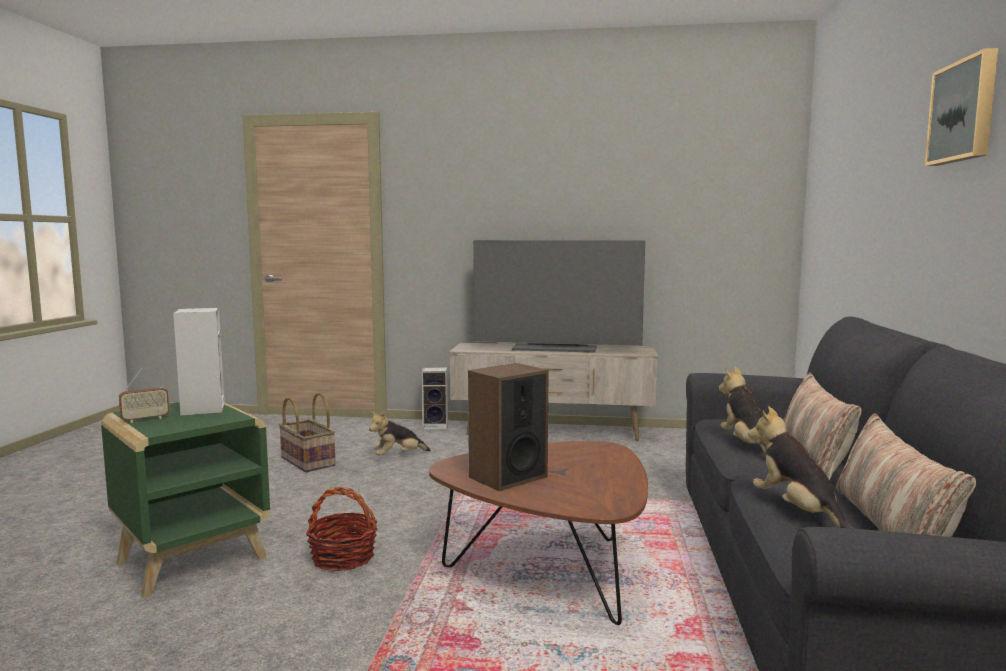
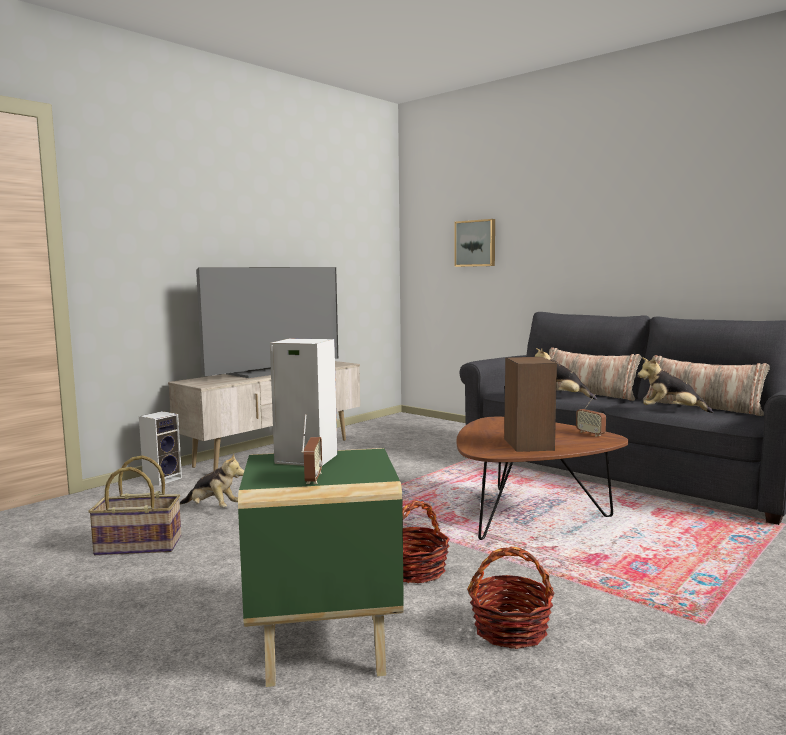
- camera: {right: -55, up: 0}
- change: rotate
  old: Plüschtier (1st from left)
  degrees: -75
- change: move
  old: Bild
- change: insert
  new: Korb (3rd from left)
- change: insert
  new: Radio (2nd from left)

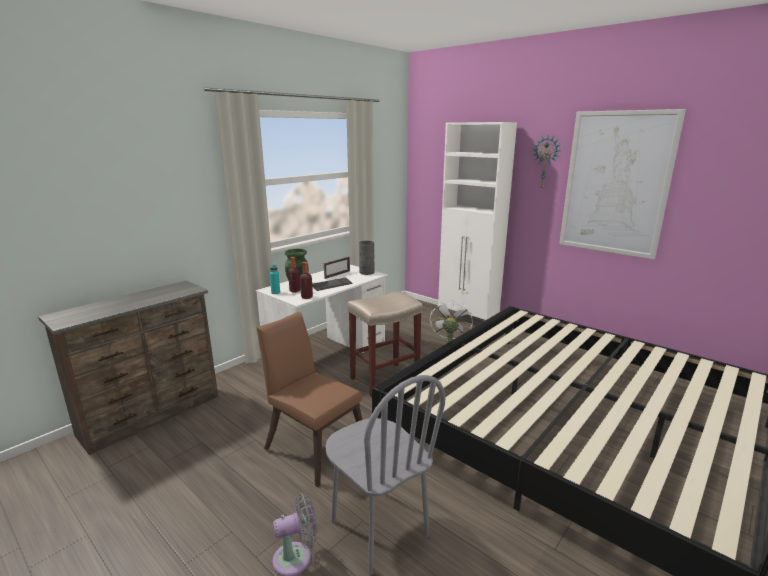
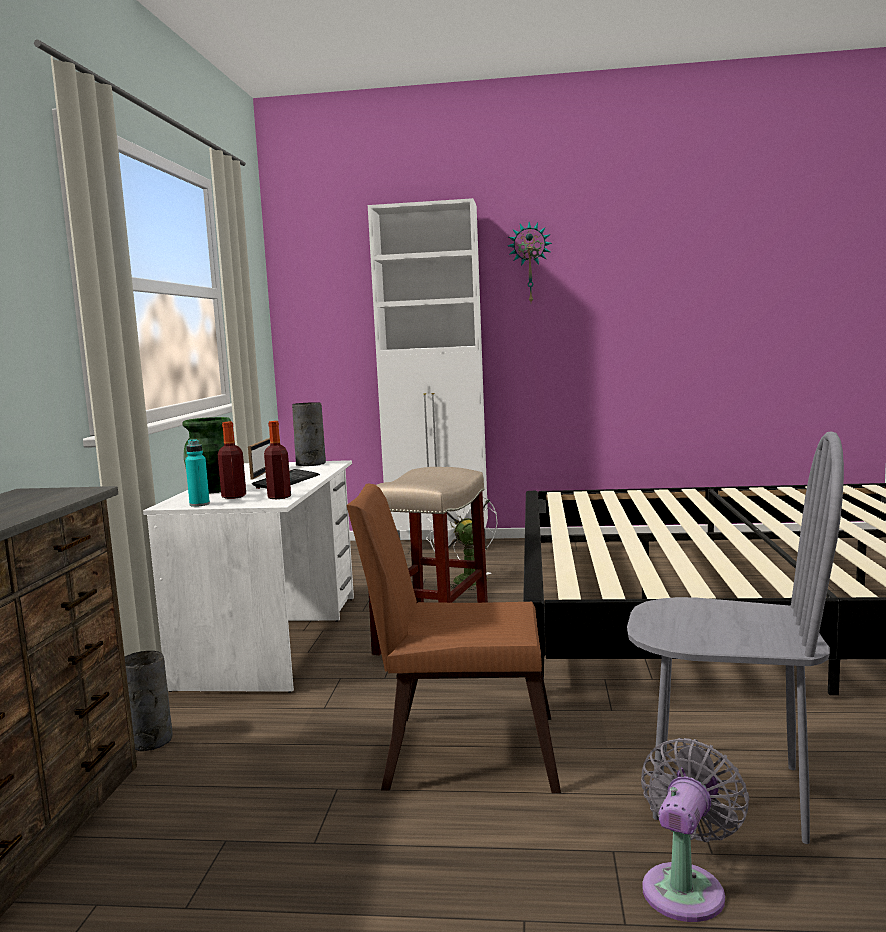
- camera: {right: -35, up: -10}
- change: delete
  old: Bild
- change: insert
  new: Vase/grau (1st from left)

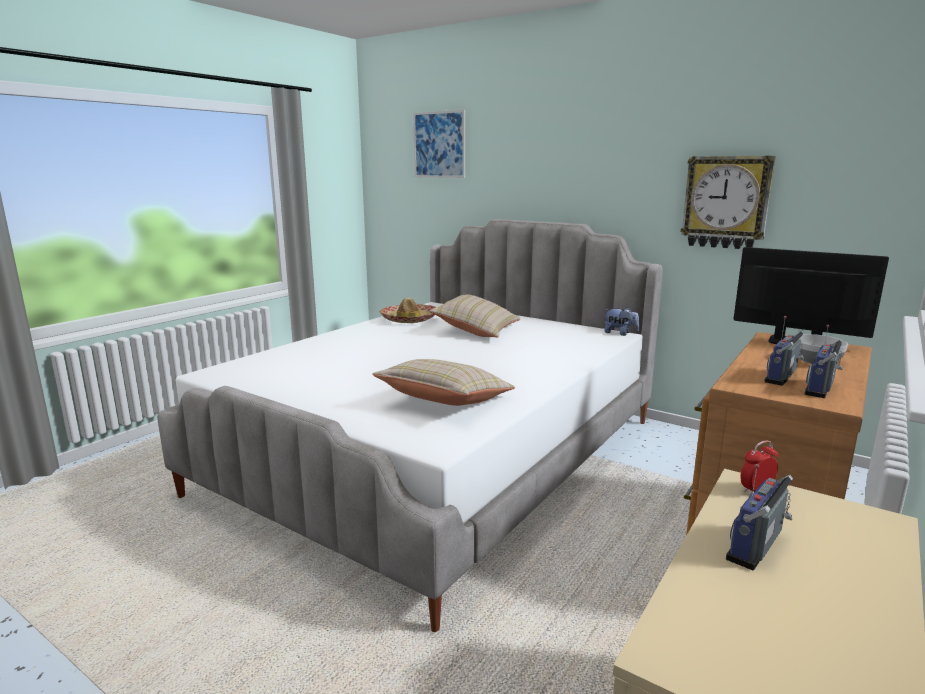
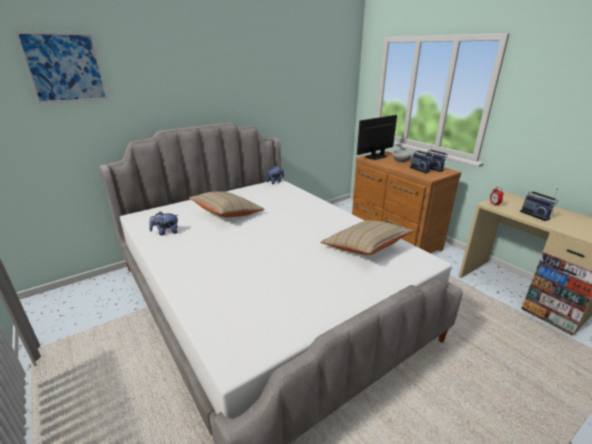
- camera: {right: -70, up: 10}
- change: replace
  old: Hut
  new: Plüschtier (1st from left)
- change: delete
  old: Wanduhr

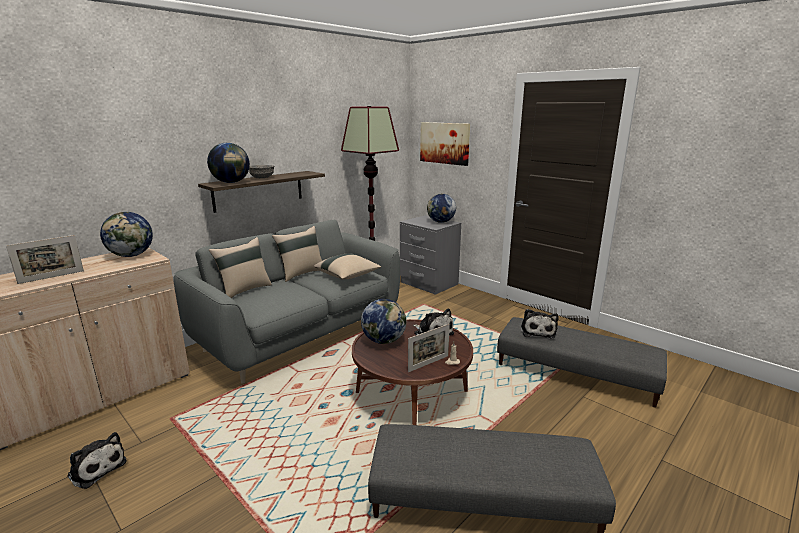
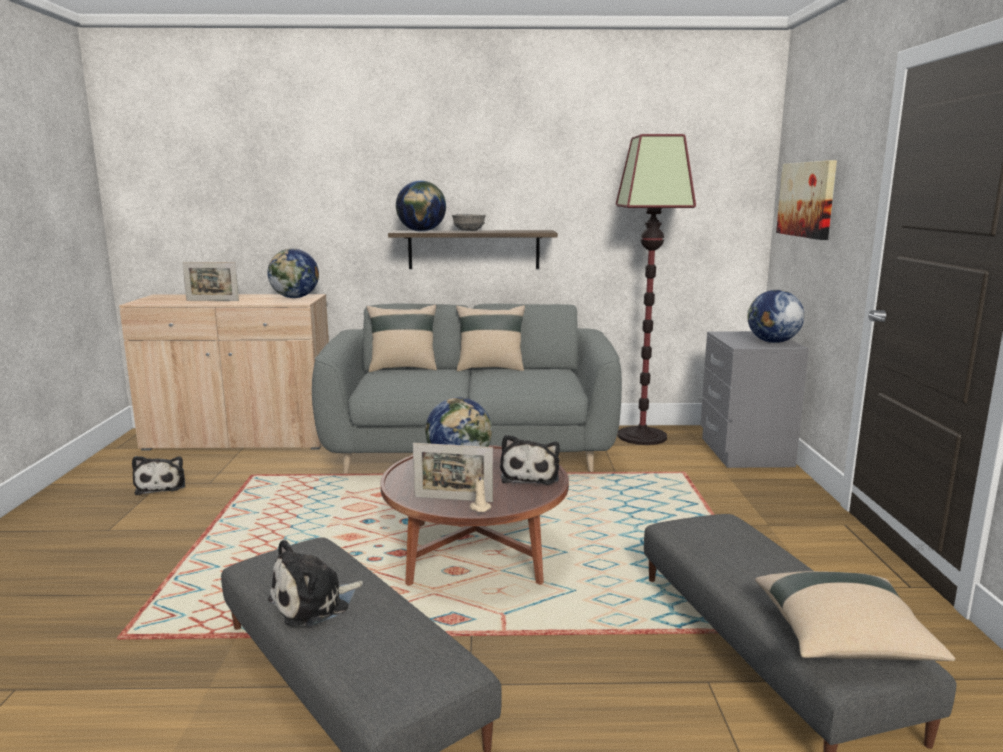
- camera: {right: 45, up: -5}
- change: move
  old: Kissen/beige (3rd from left)
- change: move
  old: Plüschtier (3rd from left in the first image)
  new: Plüschtier (2nd from left)

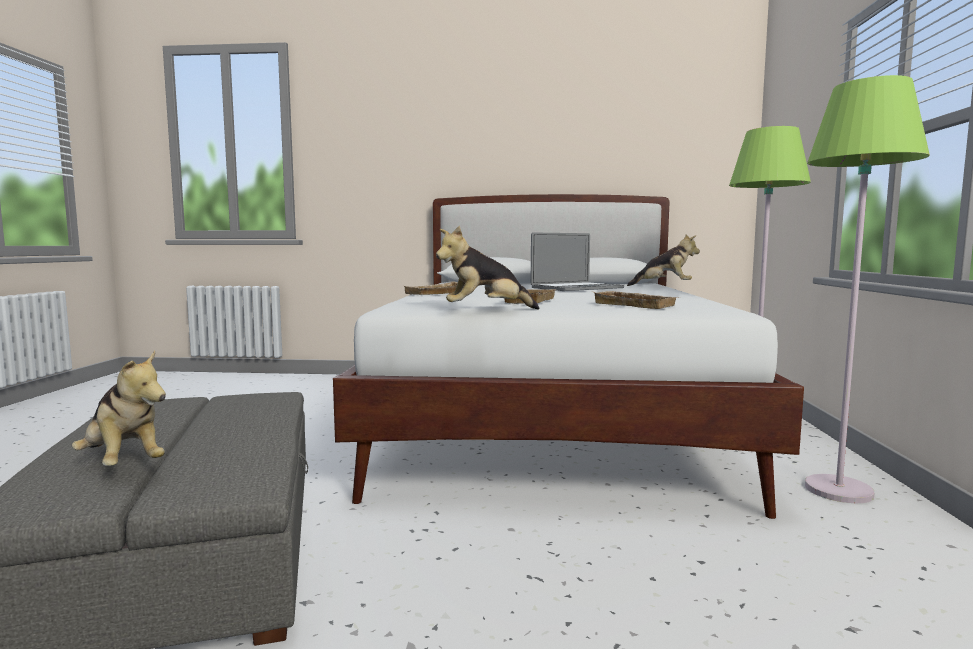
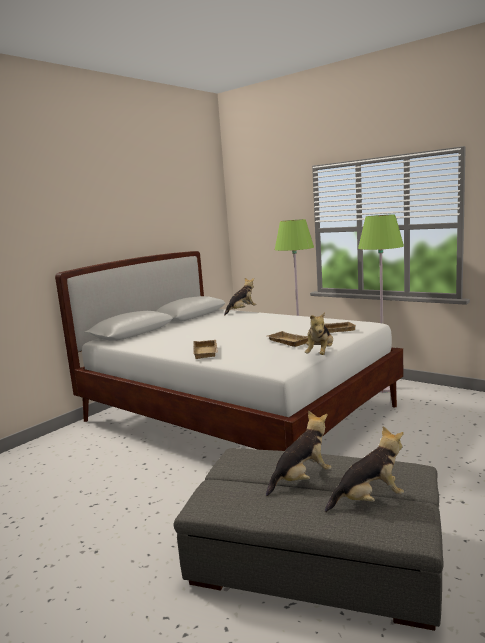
- camera: {right: -55, up: 5}
- change: delete
  old: Laptop
- change: insert
  new: Plüschtier (2nd from left)

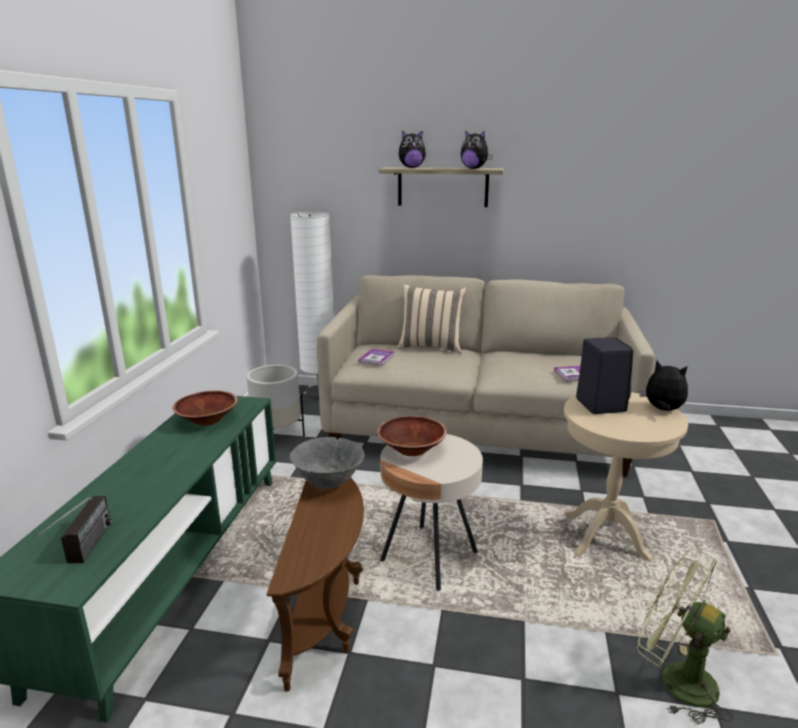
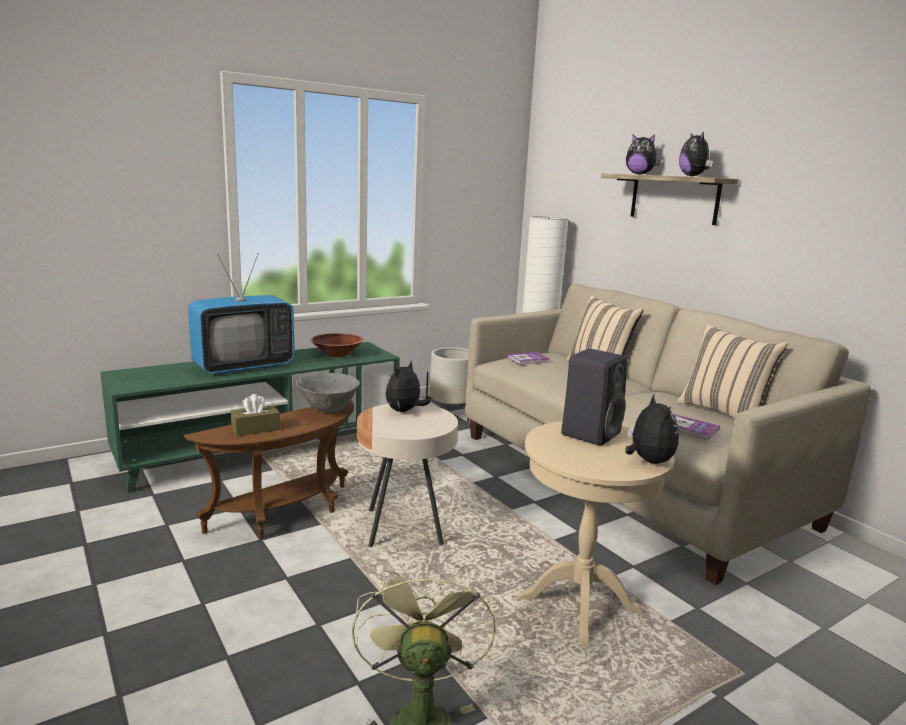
- camera: {right: 45, up: -5}
- change: delete
  old: Radio
- change: replace
  old: Schüssel/braun (2nd from left)
  new: Plüschtier (1st from left)
- change: insert
  new: Fernseher
- change: insert
  new: Taschentuchbox/braun
- change: insert
  new: Kissen/beige (2nd from left)

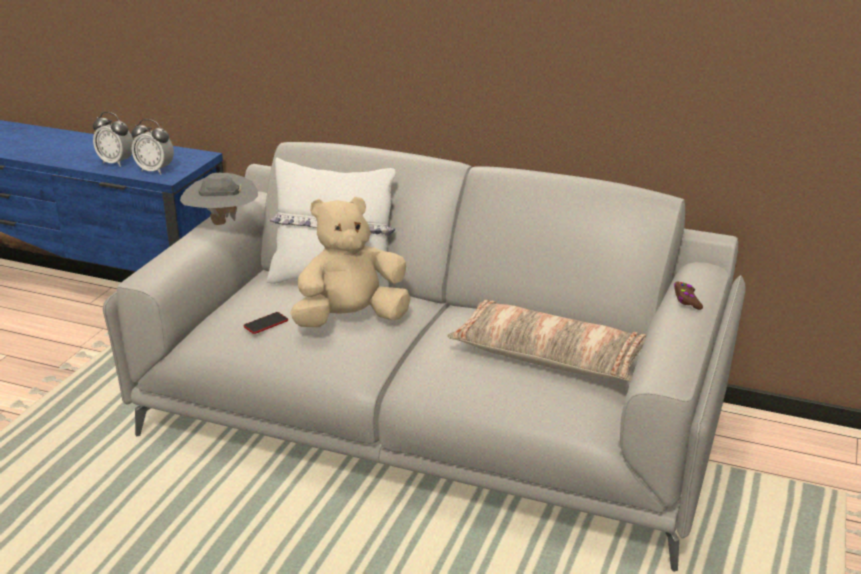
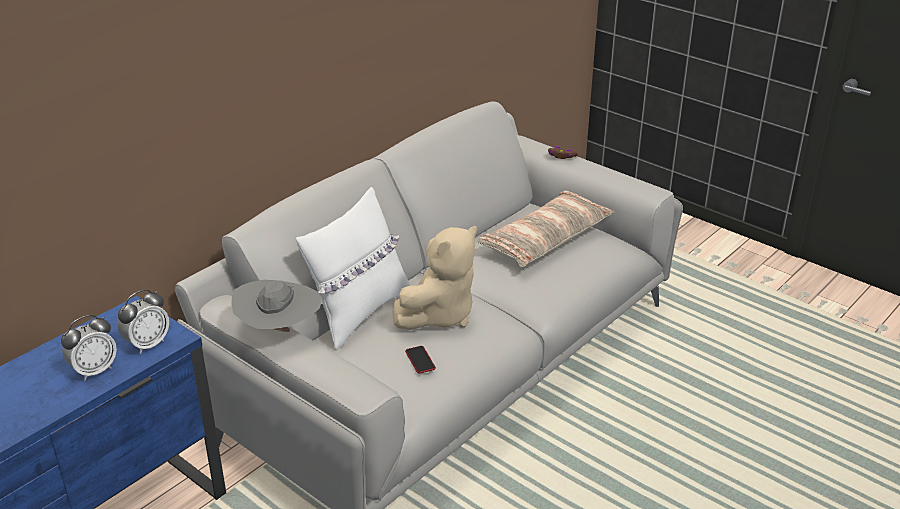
- camera: {right: -70, up: 5}
- change: rotate
  old: Plüschtier/beige
  degrees: -135

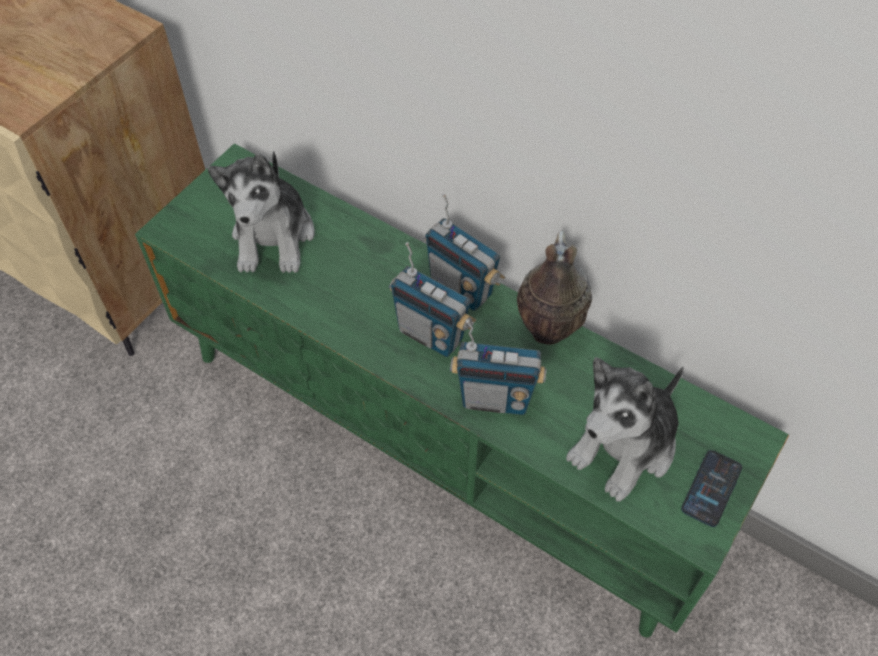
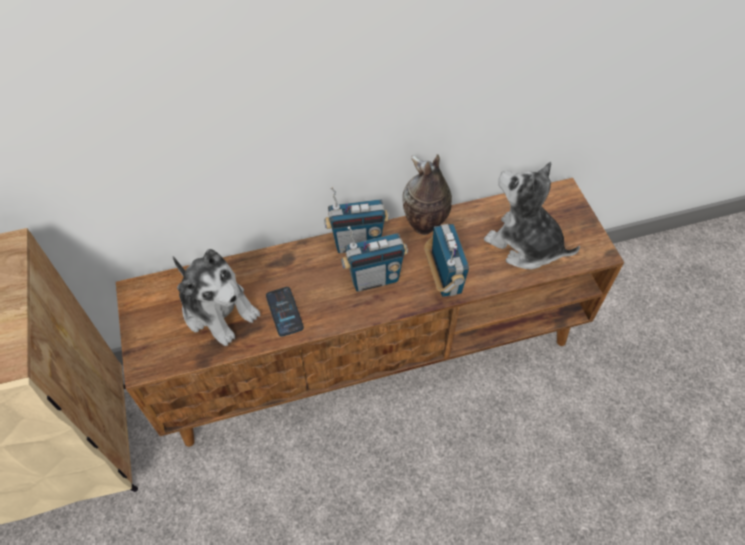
- camera: {right: -50, up: 0}
- change: recolor
  old: Fernsehschrank/grün
  new: Fernsehschrank/braun
- change: rotate
  old: Radio (3rd from left)
  degrees: -60
- change: rotate
  old: Plüschtier (2nd from left)
  degrees: 135
- change: move
  old: Handy

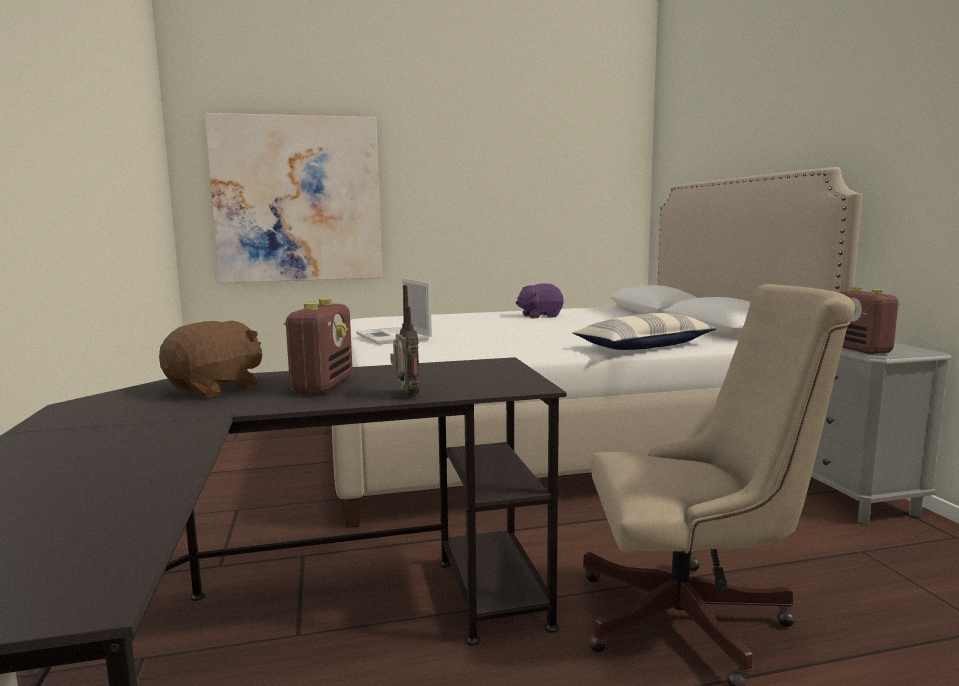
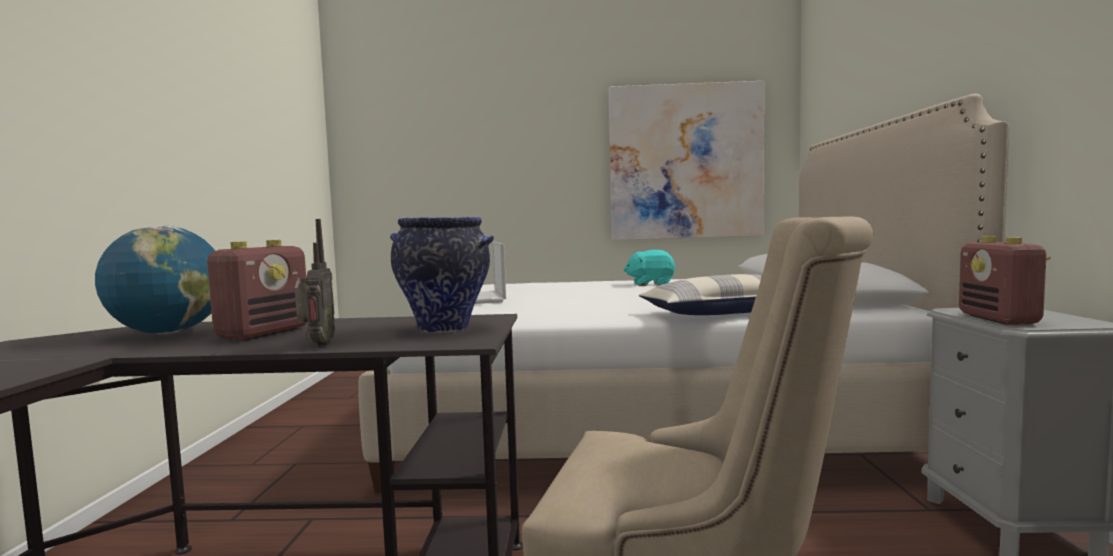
- camera: {right: 15, up: -5}
- change: replace
  old: Plüschtier/braun
  new: Globus
- change: move
  old: Bild
- change: recolor
  old: Plüschtier/lila
  new: Plüschtier/türkis
- change: insert
  new: Vase

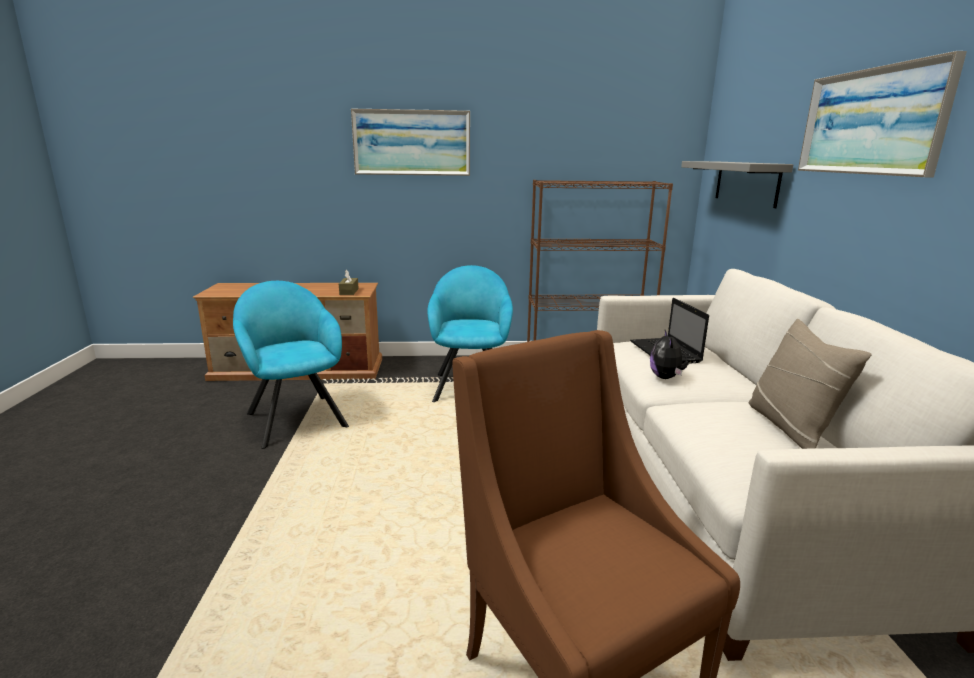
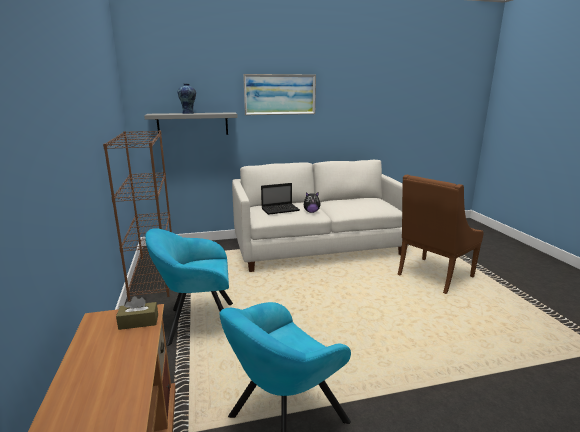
- camera: {right: -100, up: 0}
- change: delete
  old: Bild (1st from left)
- change: delete
  old: Kissen/beige
- change: insert
  new: Vase

